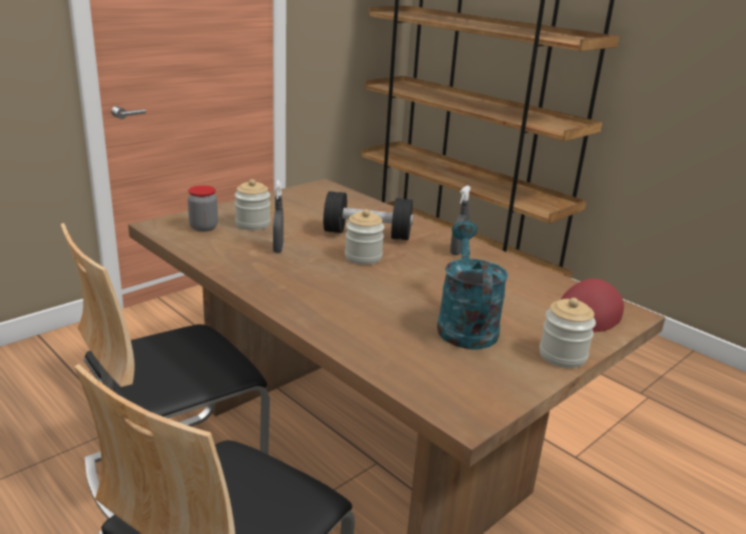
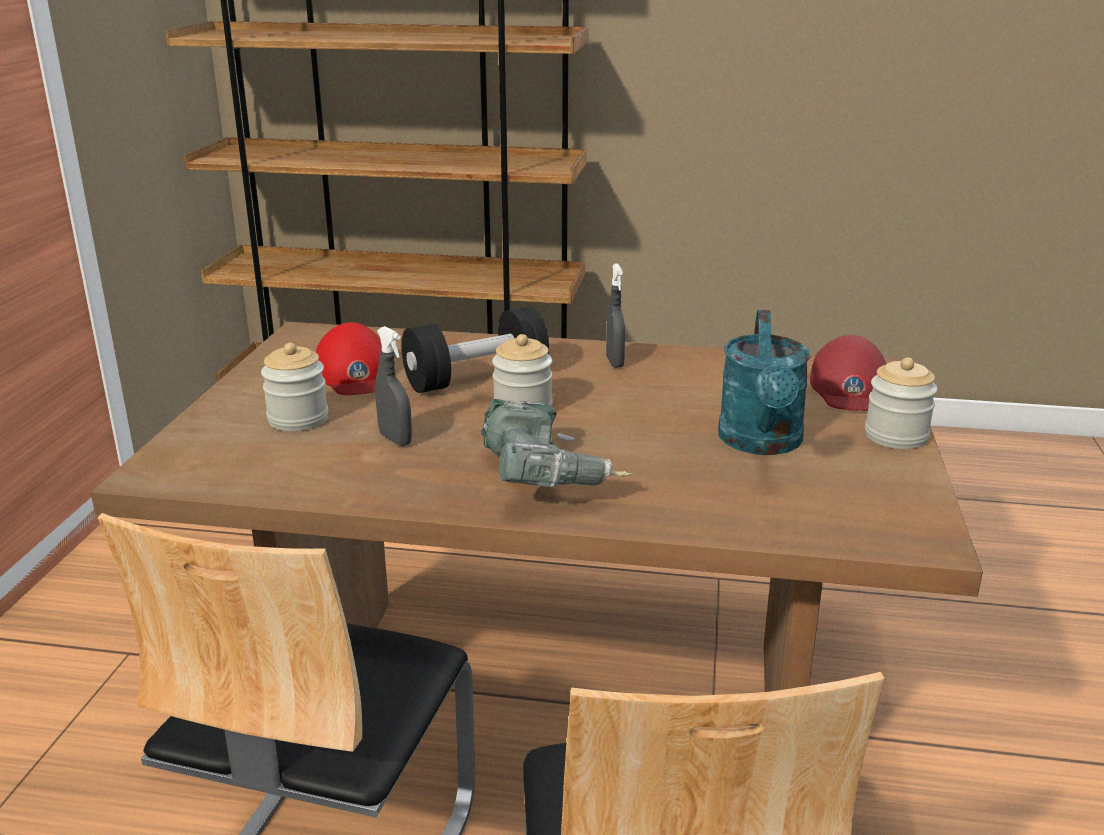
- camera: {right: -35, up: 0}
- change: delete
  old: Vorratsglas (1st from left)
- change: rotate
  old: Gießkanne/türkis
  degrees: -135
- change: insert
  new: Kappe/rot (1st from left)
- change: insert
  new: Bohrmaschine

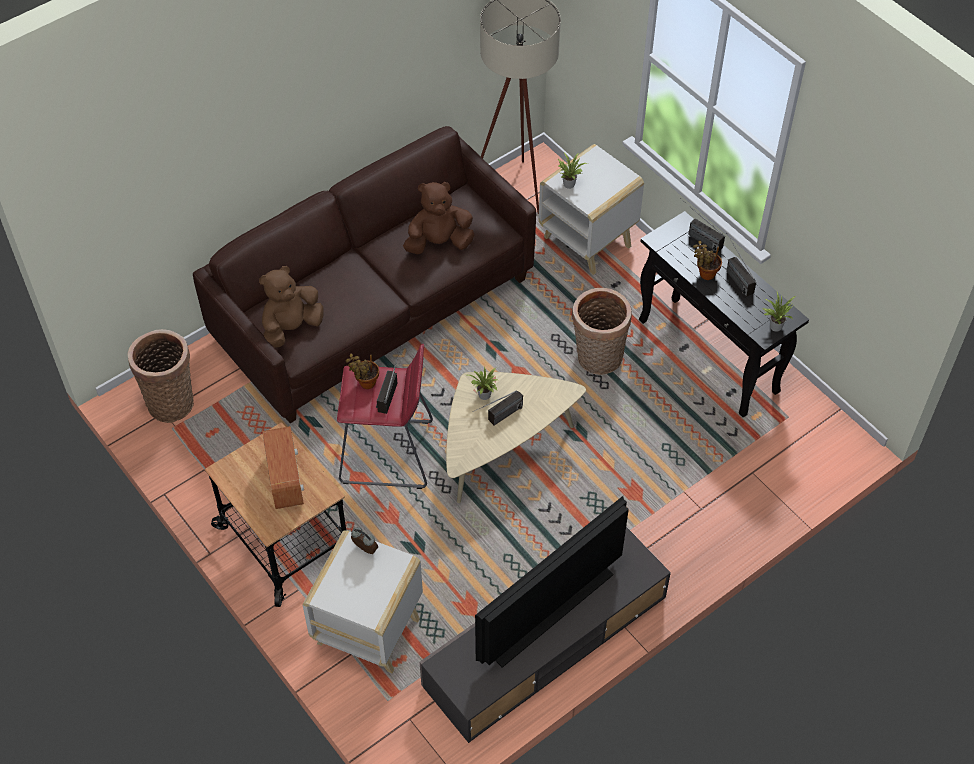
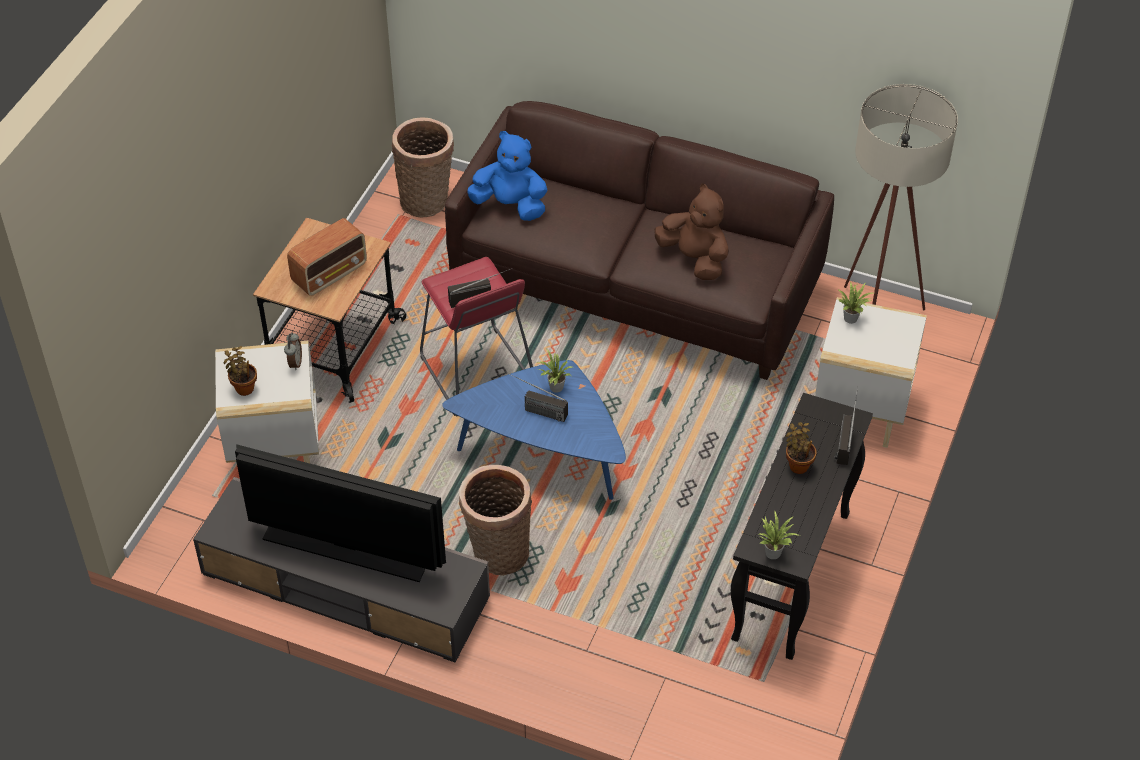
- camera: {right: 60, up: -5}
- change: recolor
  old: Plüschtier/braun (1st from left)
  new: Plüschtier/blau
- change: move
  old: Topfpflanze (1st from left)
- change: recolor
  old: Couchtisch/beige
  new: Couchtisch/blau
- change: move
  old: Korb (2nd from left)
- change: delete
  old: Radio (5th from left)

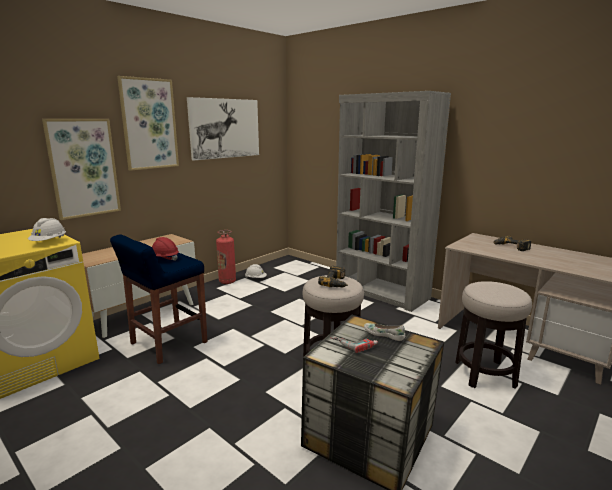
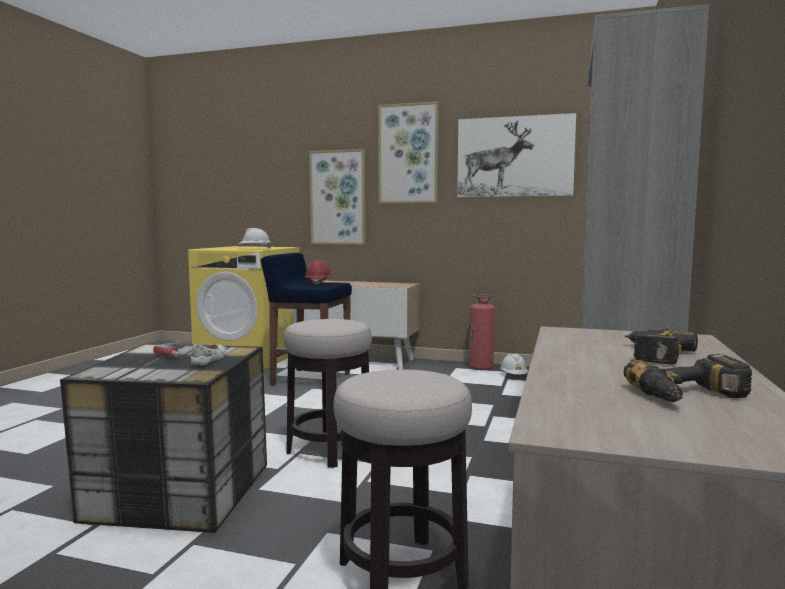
- camera: {right: 65, up: -10}
- change: move
  old: Bohrmaschine (1st from left in the first image)
  new: Bohrmaschine (3rd from left)

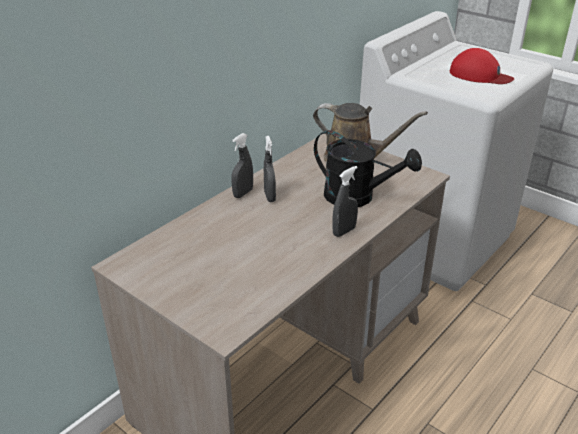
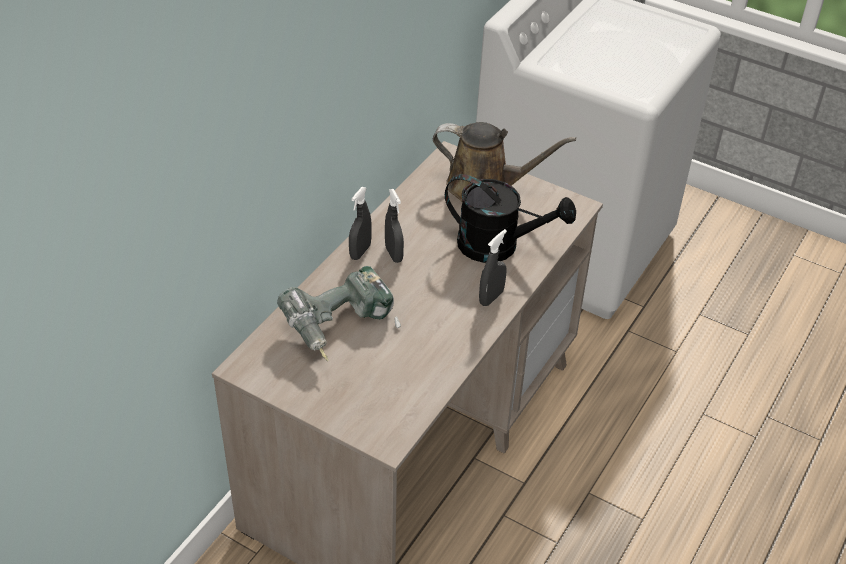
- camera: {right: -10, up: 10}
- change: delete
  old: Kappe/rot
- change: insert
  new: Bohrmaschine

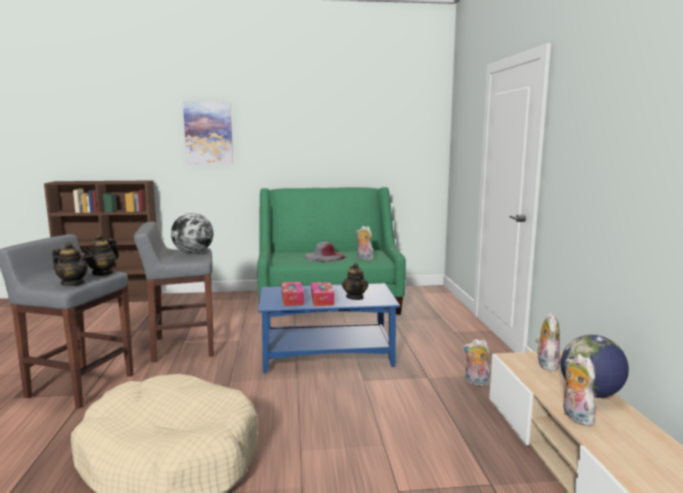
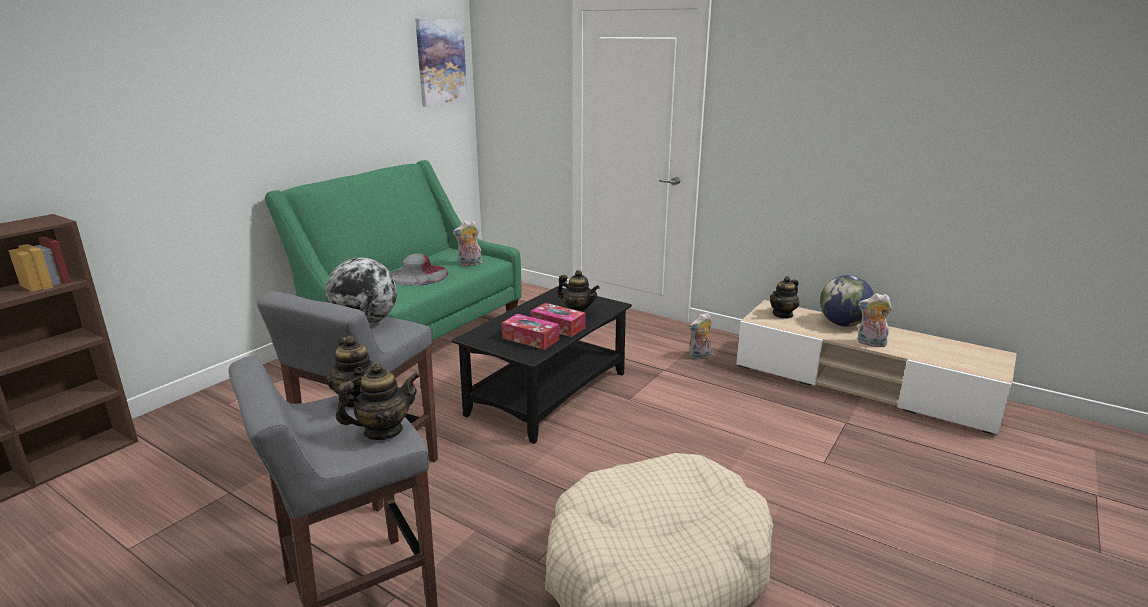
- camera: {right: -50, up: 10}
- change: move
  old: Bild
- change: recolor
  old: Couchtisch/blau
  new: Couchtisch/schwarz
- change: replace
  old: Plüschtier (3rd from left)
  new: Teekanne (4th from left)

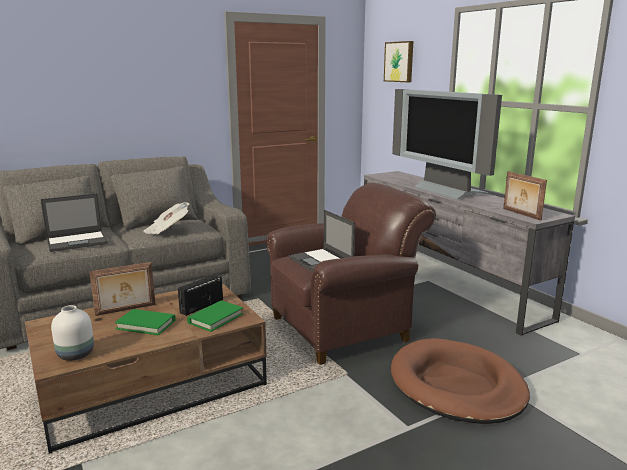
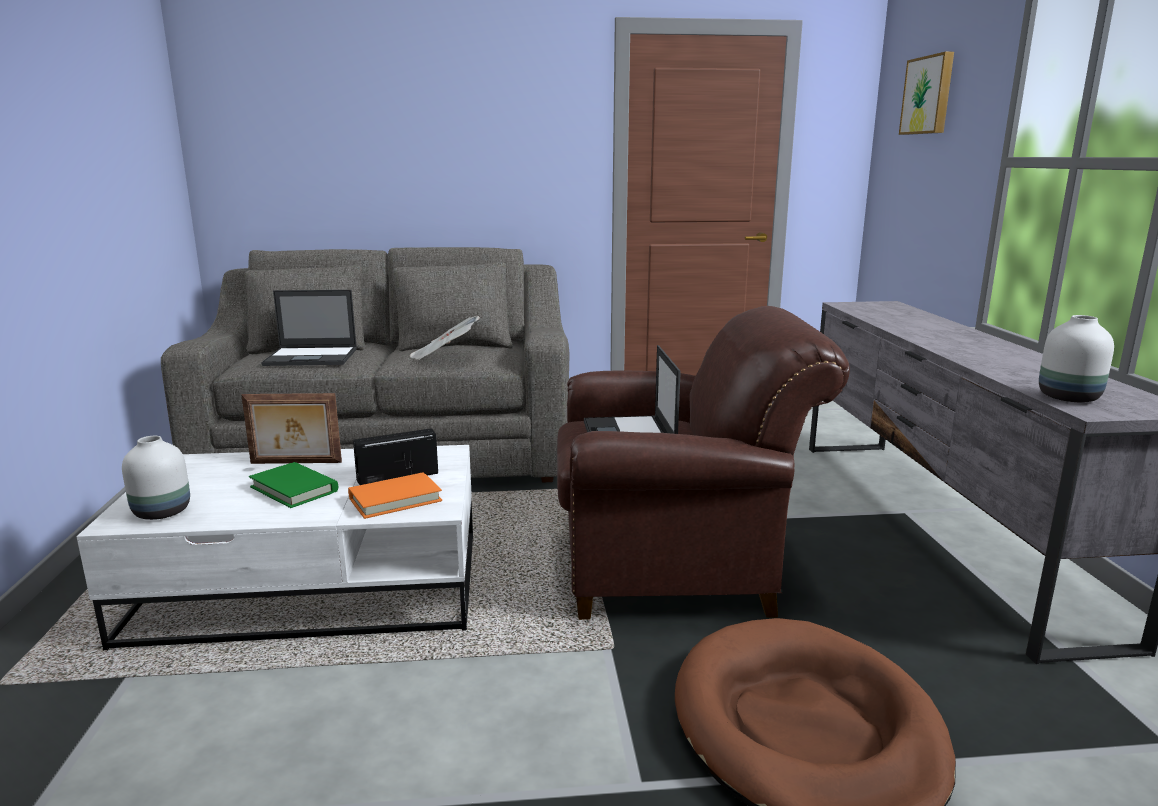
- camera: {right: 25, up: 0}
- change: recolor
  old: Couchtisch/braun
  new: Couchtisch/weiß
- change: recolor
  old: Buch/grün (2nd from left)
  new: Buch/orange
- change: delete
  old: Fernseher
- change: replace
  old: Bilderrahmen (2nd from left)
  new: Vase/weiß (2nd from left)

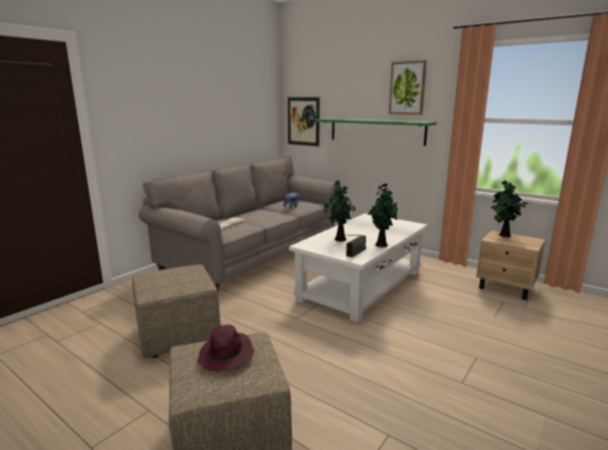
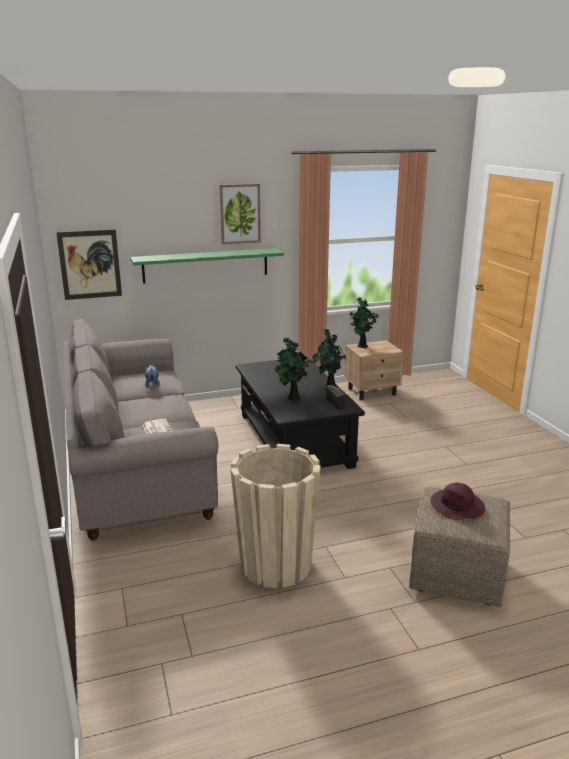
- camera: {right: -55, up: 5}
- change: replace
  old: Polsterhocker/beige (1st from left)
  new: Pflanzkübel/beige
- change: recolor
  old: Couchtisch/weiß
  new: Couchtisch/schwarz

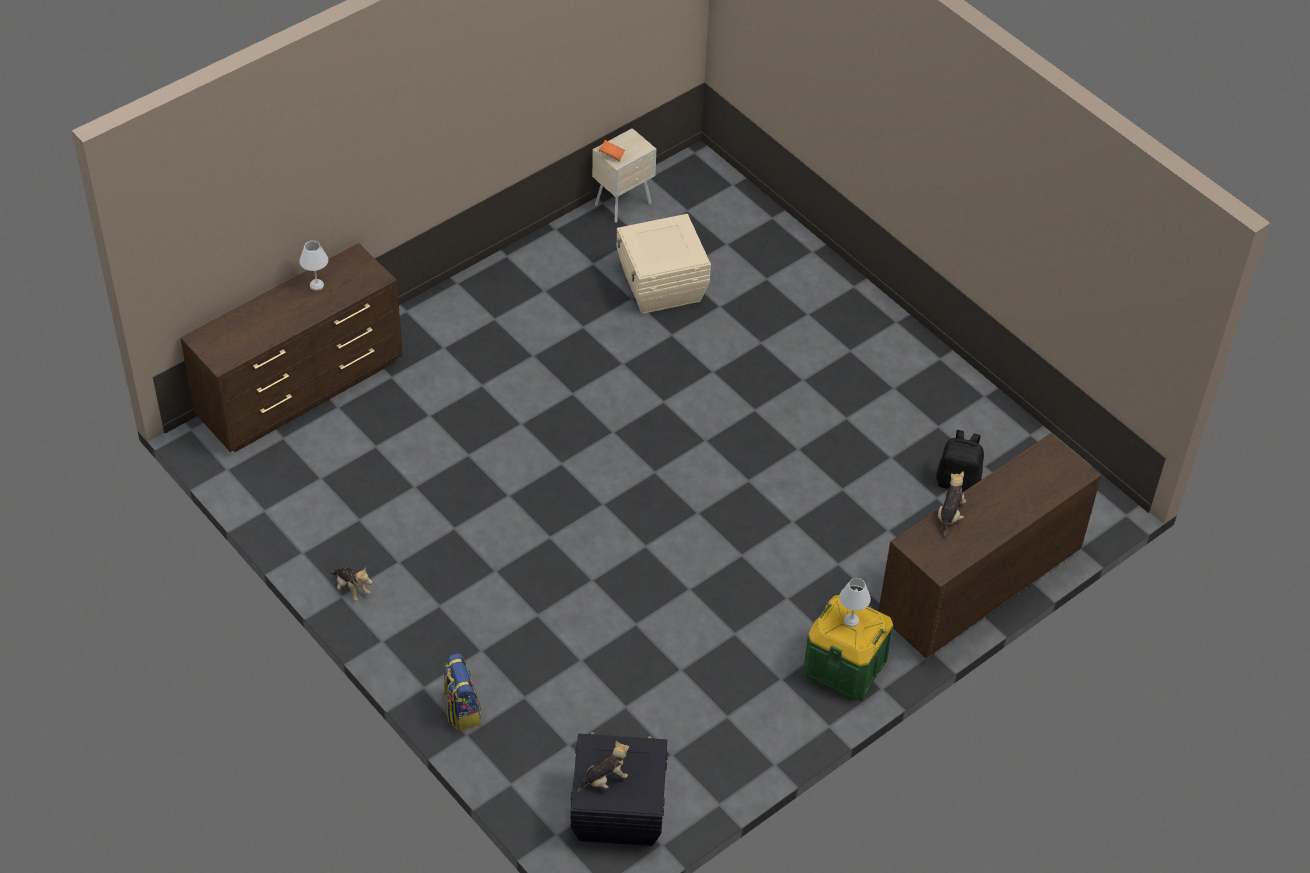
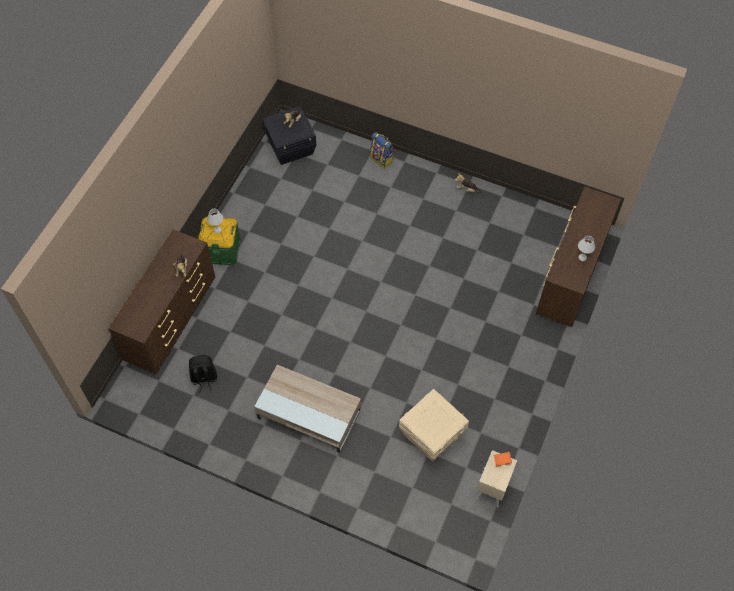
- camera: {right: 155, up: 10}
- change: insert
  new: Couchtisch/beige

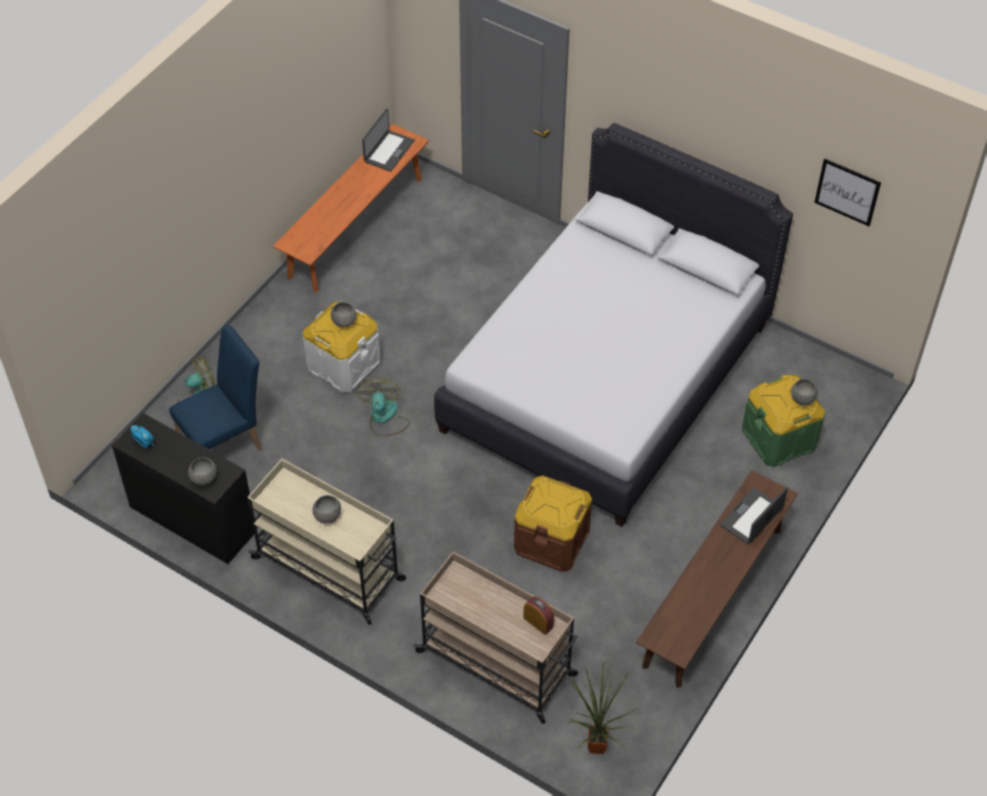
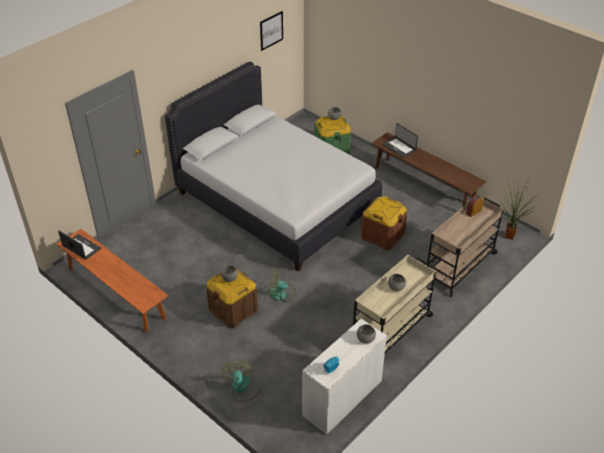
- camera: {right: -80, up: -10}
- change: recolor
  old: Schreibtisch/schwarz
  new: Schreibtisch/weiß
- change: delete
  old: Stuhl/blau
- change: recolor
  old: Aufbewahrungsbox/weiß
  new: Aufbewahrungsbox/braun (1st from left)

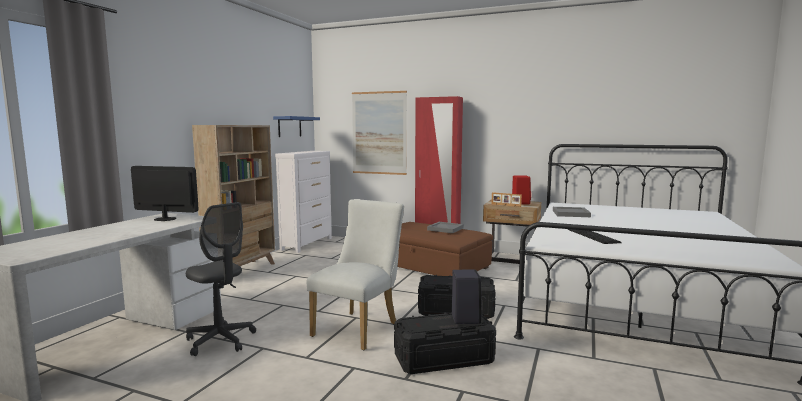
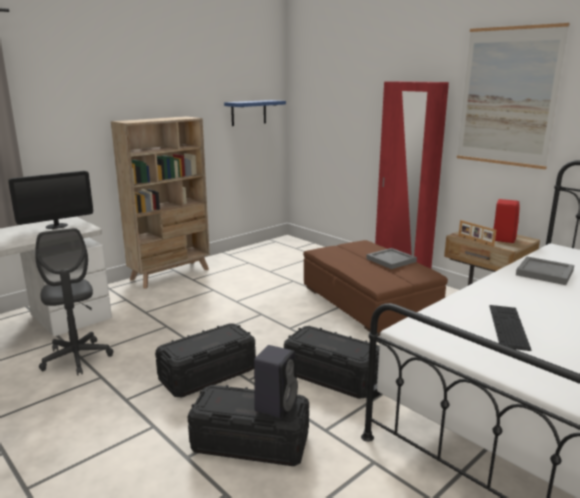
- camera: {right: 25, up: 10}
- change: rotate
  old: Monitor
  degrees: 105
- change: delete
  old: Kommode/weiß
- change: replace
  old: Stuhl/weiß
  new: Aufbewahrungsbox/schwarz (1st from left)
- change: move
  old: Bild

